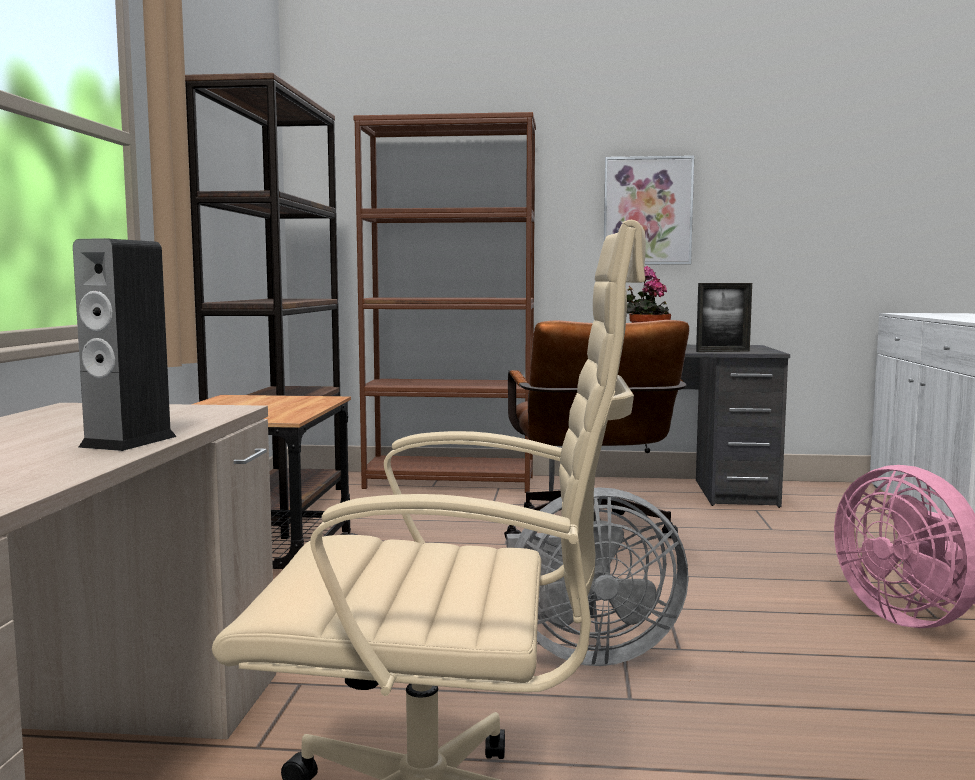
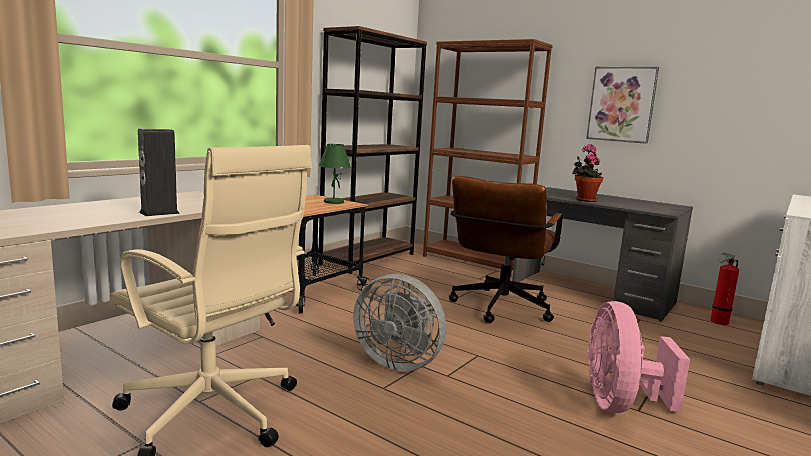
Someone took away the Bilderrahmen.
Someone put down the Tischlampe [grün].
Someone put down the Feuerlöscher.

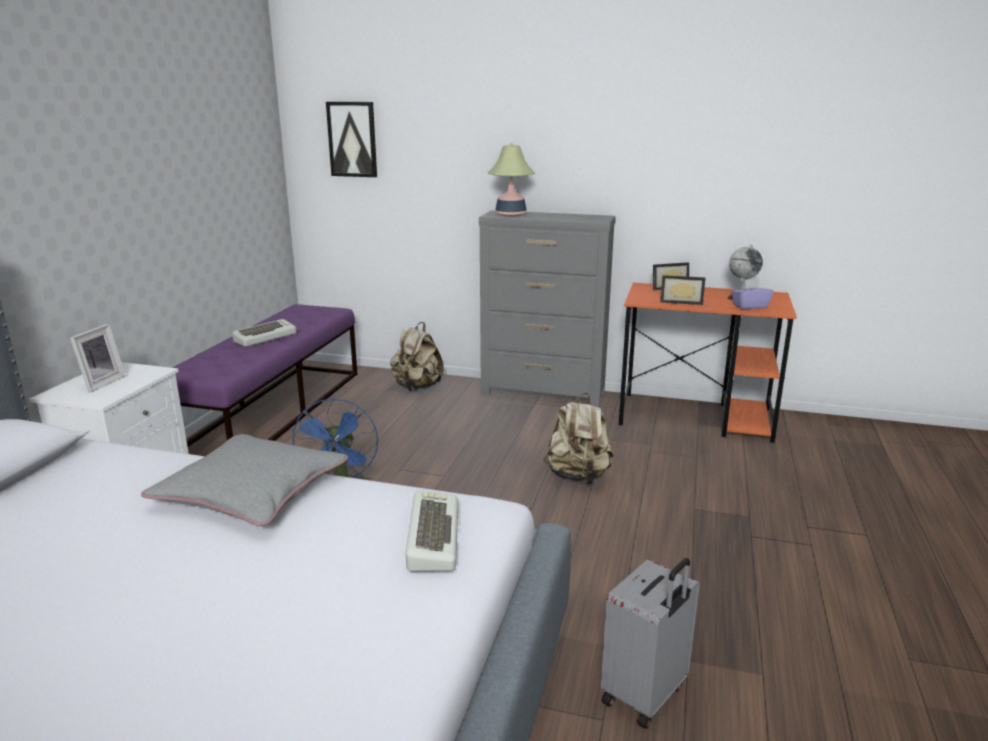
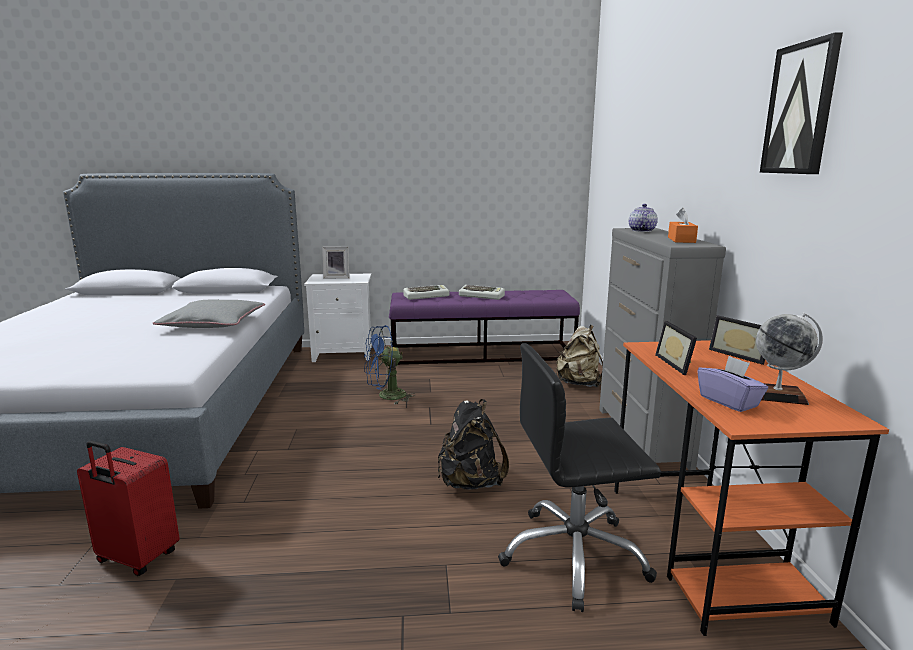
Someone put down the Bürostuhl [schwarz].
Someone put down the Taschentuchbox [orange].
Someone carried the Bild.
Someone carried the Tastatur (2nd from left in the first image).
Someone swapped the Tischlampe for the Teekanne.
Someone repainted the Rucksack [beige] (2nd from left), which became the Rucksack [schwarz].
Someone repainted the Koffer [grau], which became the Koffer [rot].

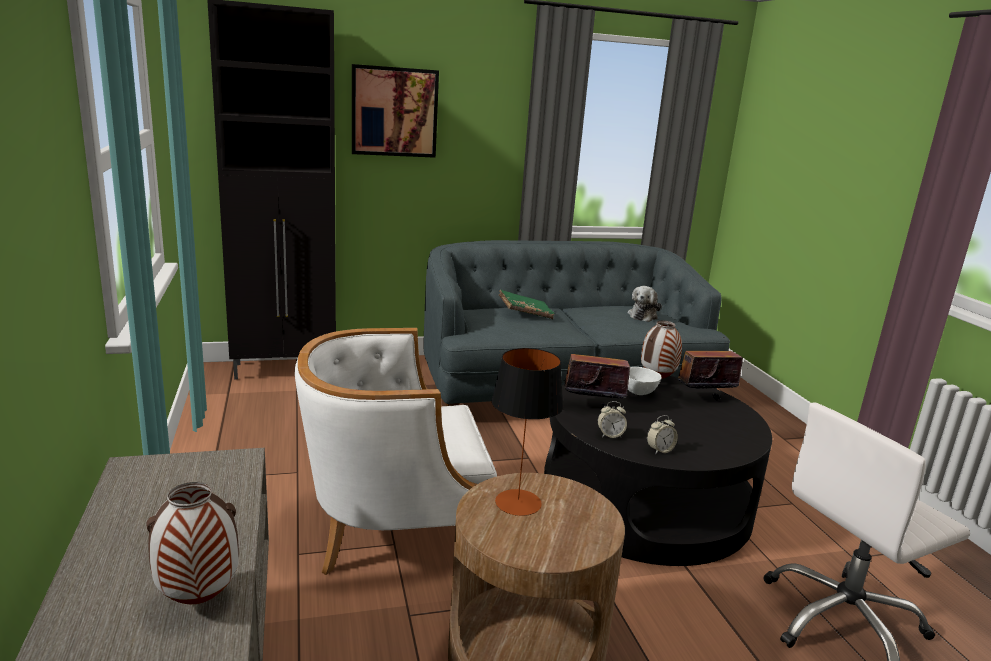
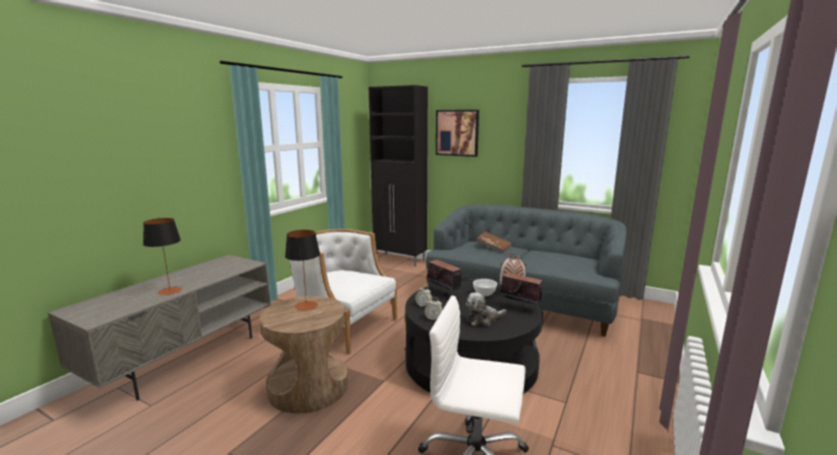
Someone carried the Plüschtier.
Someone swapped the Vase (1st from left) for the Tischlampe (1st from left).
Someone repainted the Buch [grün], which became the Buch [braun].

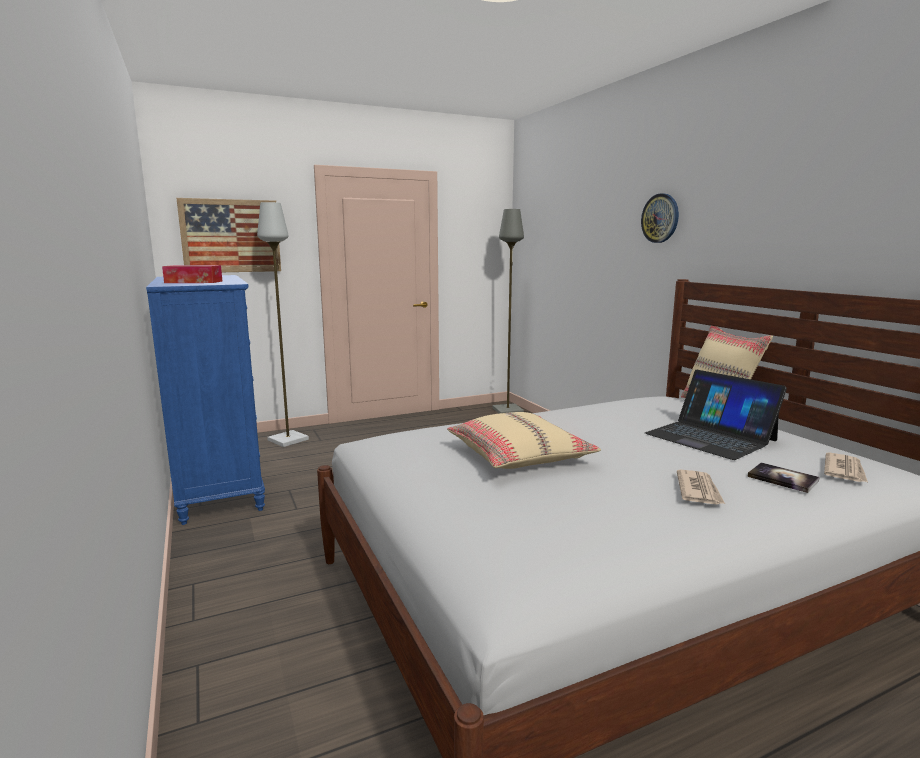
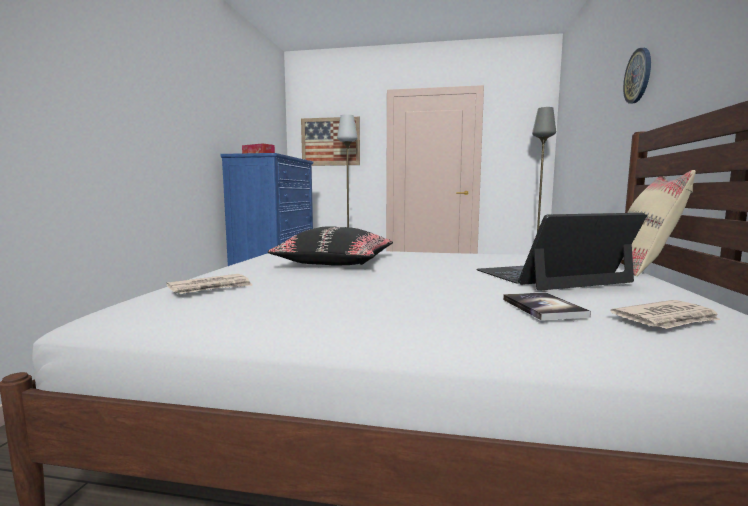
Someone carried the Zeitung (1st from left).
Someone repainted the Kissen [beige] (1st from left), which became the Kissen [schwarz].
Someone rotated the Laptop by 75 degrees clockwise.

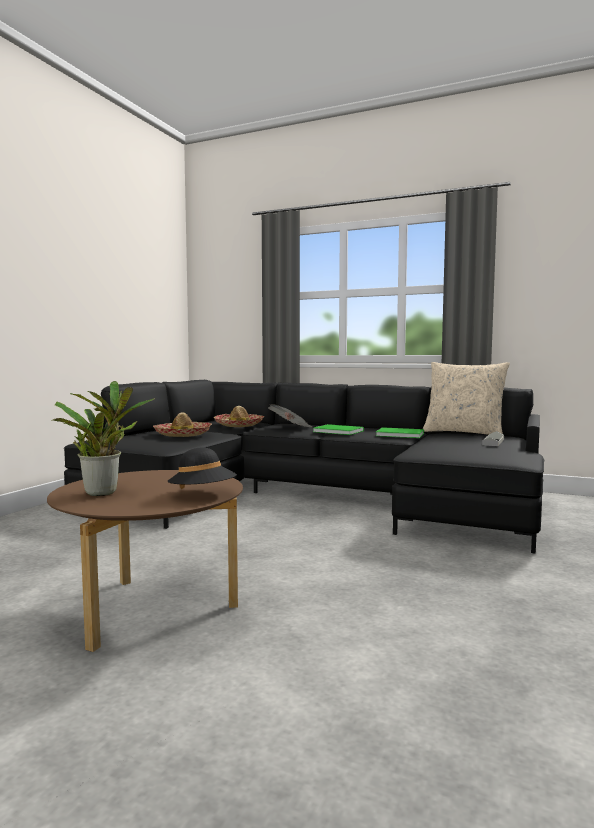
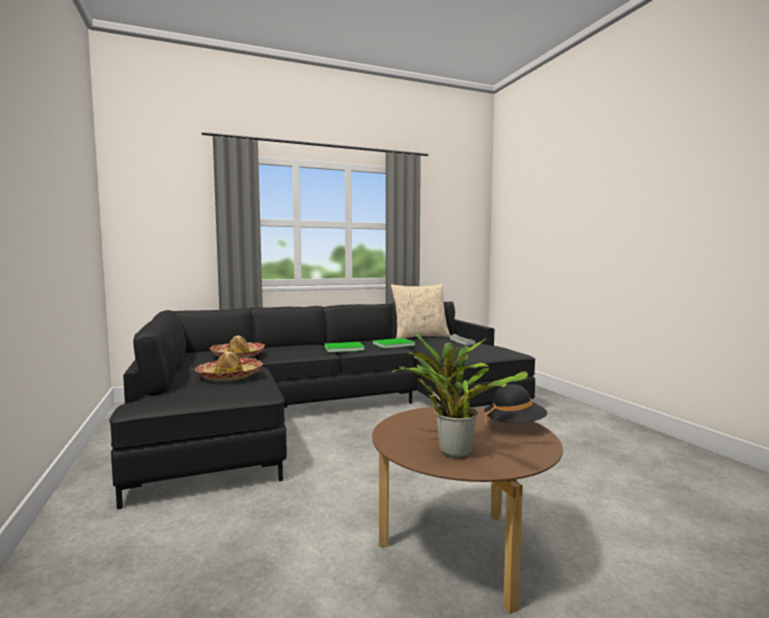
Someone took away the Zeitung.

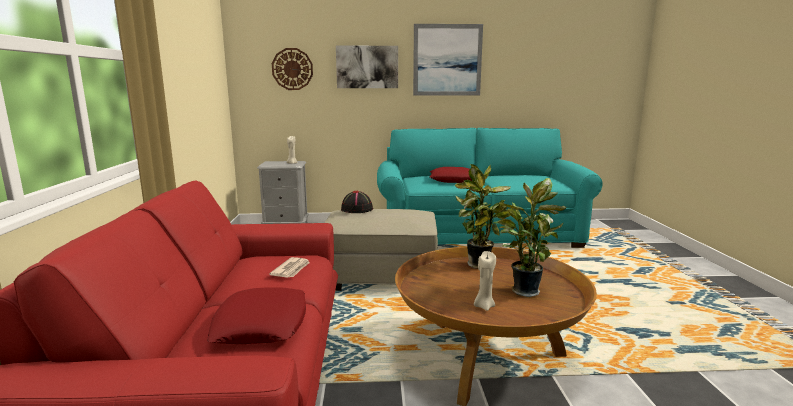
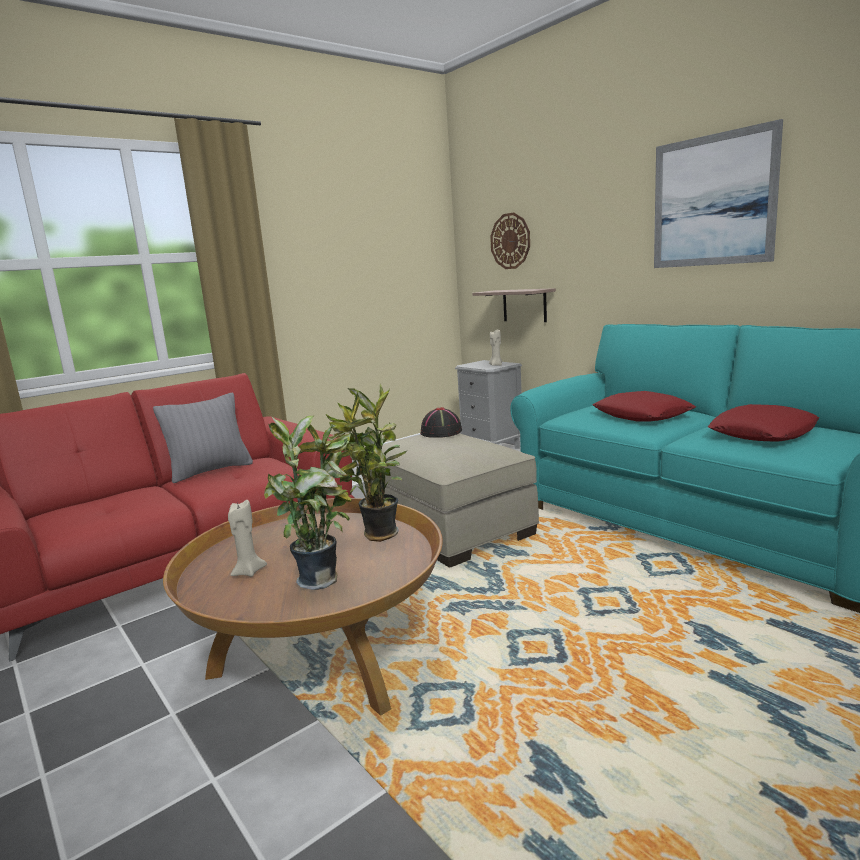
Someone took away the Zeitung.
Someone took away the Bild (1st from left).
Someone put down the Kissen [grau].
Someone put up the Wandregal.
Someone carried the Kissen [rot] (1st from left in the first image).

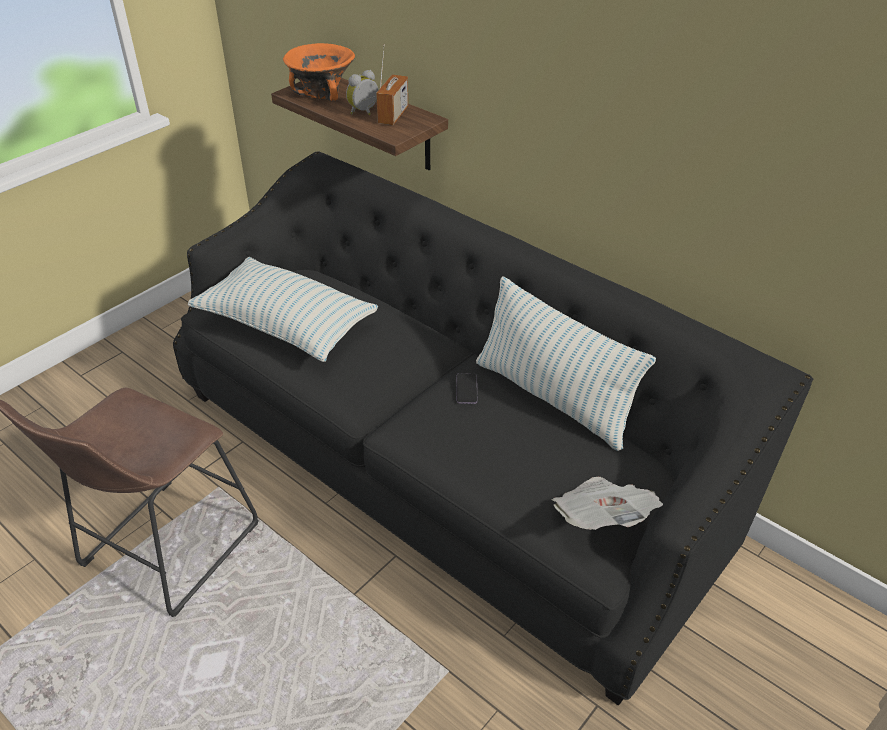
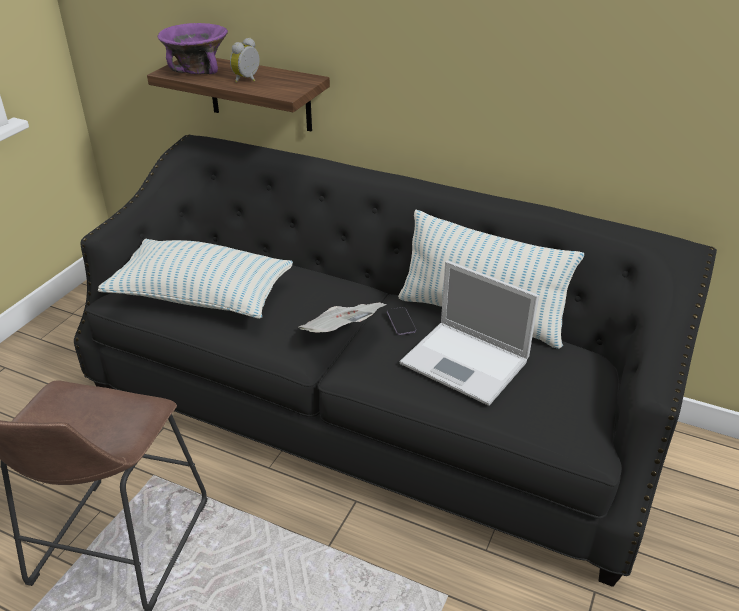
Someone took away the Radio.
Someone put down the Laptop.
Someone carried the Zeitung.
Someone repainted the Schüssel [orange], which became the Schüssel [lila].

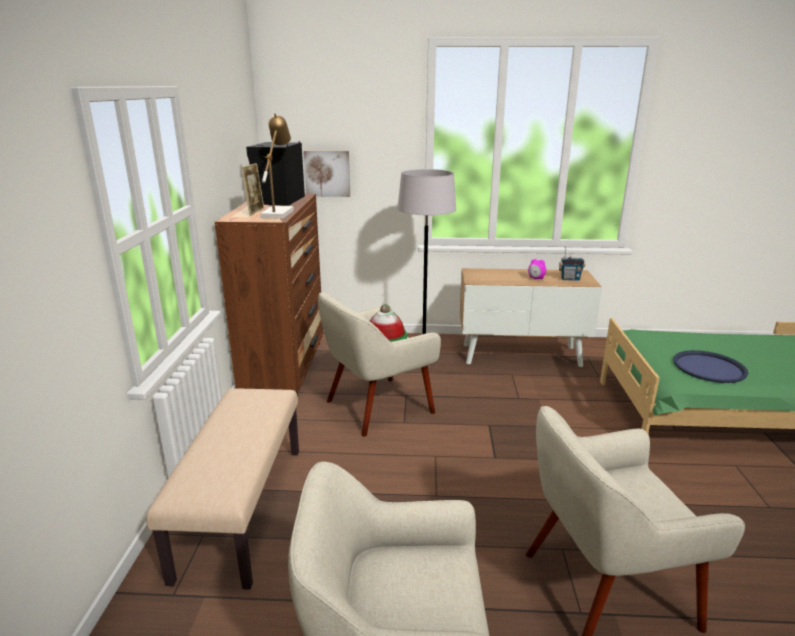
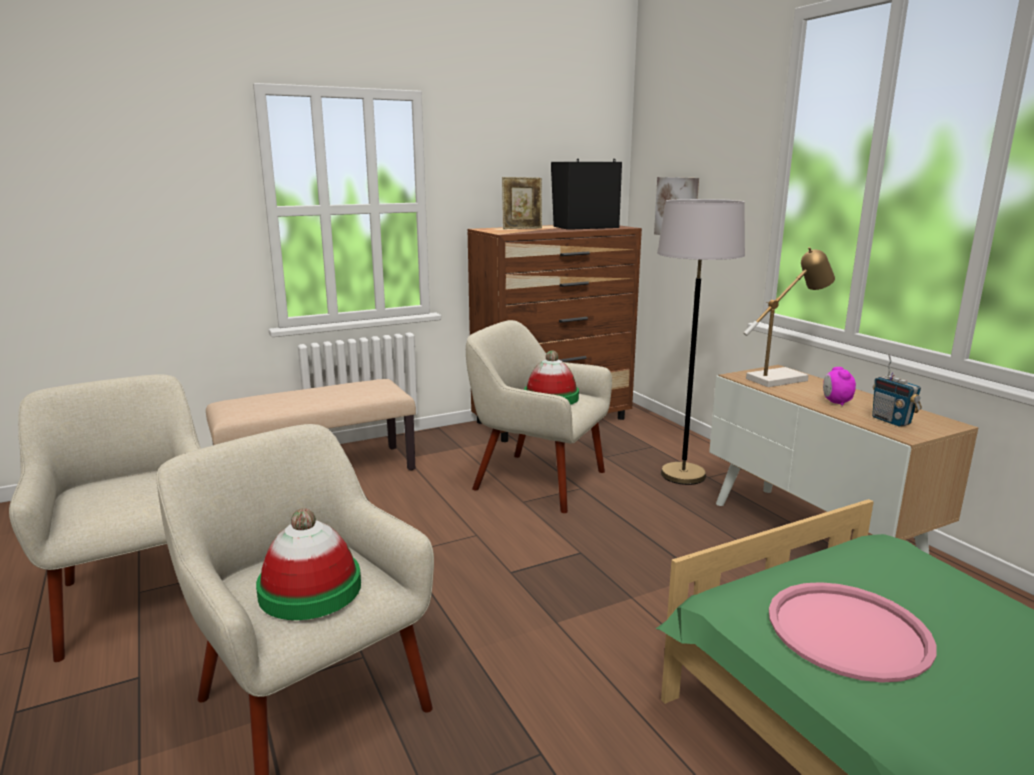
Someone put down the Hut (1st from left).
Someone carried the Tischlampe.
Someone repainted the Tablett [blau], which became the Tablett [rosa].

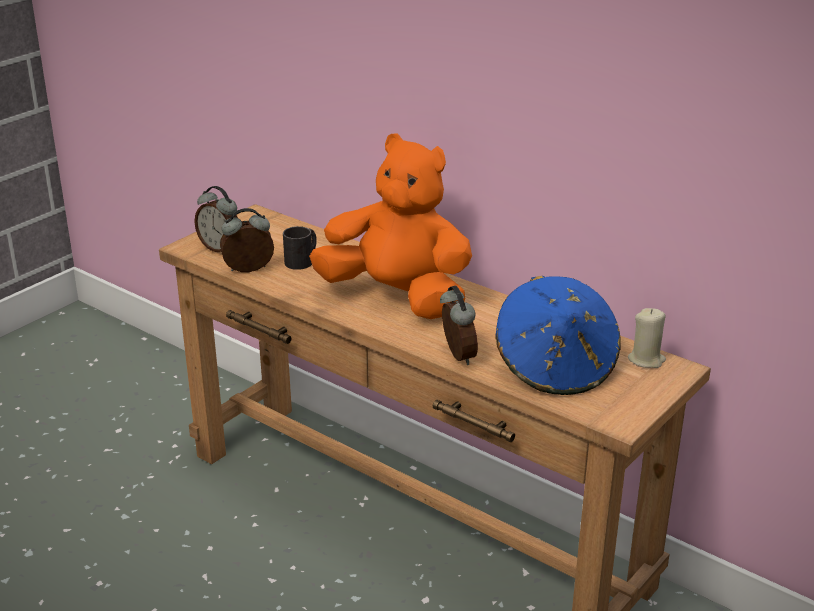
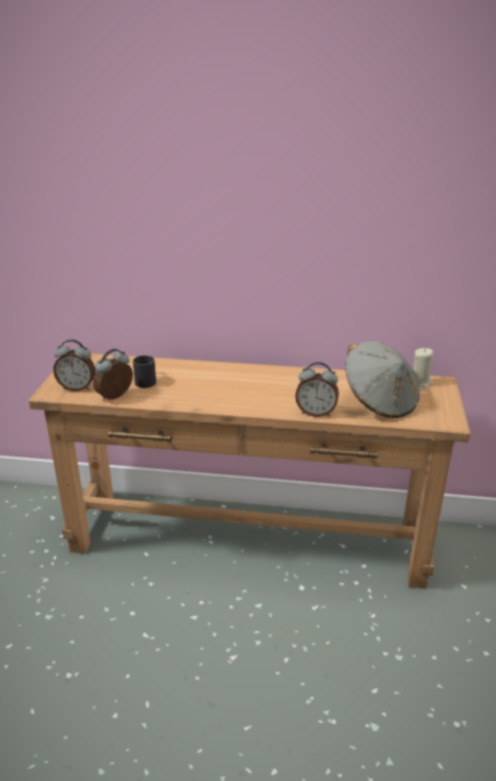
Someone took away the Plüschtier [orange].
Someone repainted the Hut [blau], which became the Hut [grau].
Someone rotated the Wecker (3rd from left) by 150 degrees clockwise.

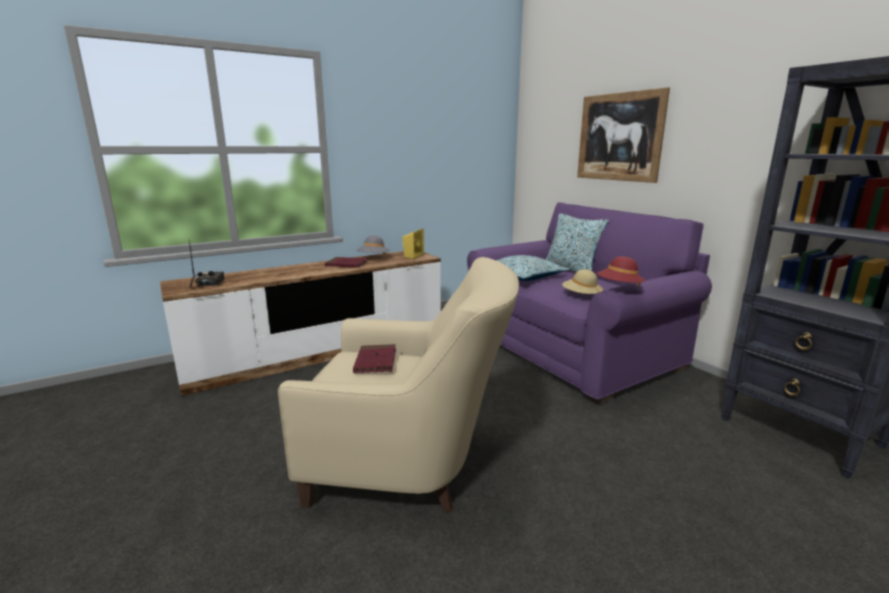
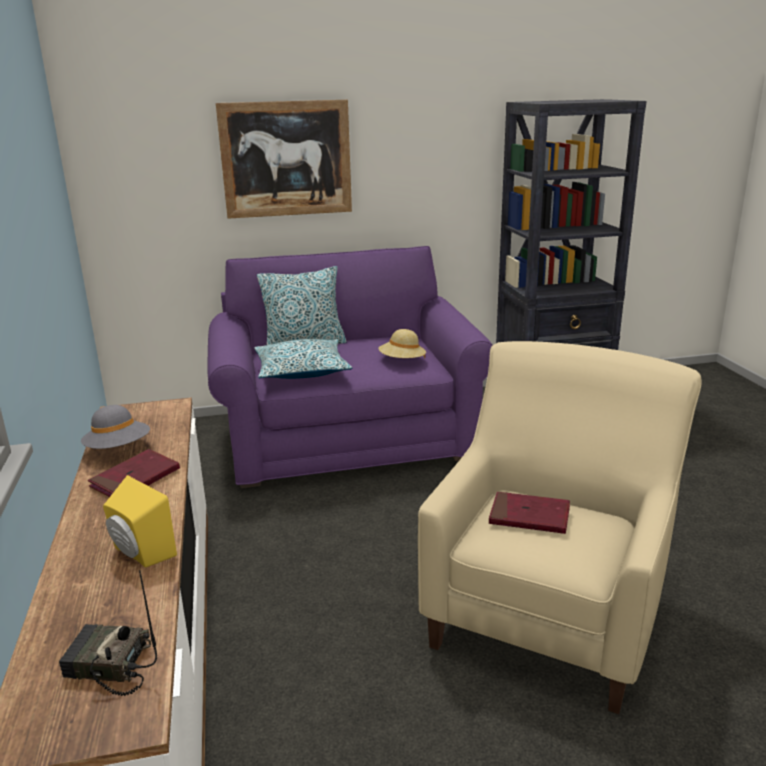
Someone took away the Hut [rot].
Someone carried the Lautsprecher [gelb].

